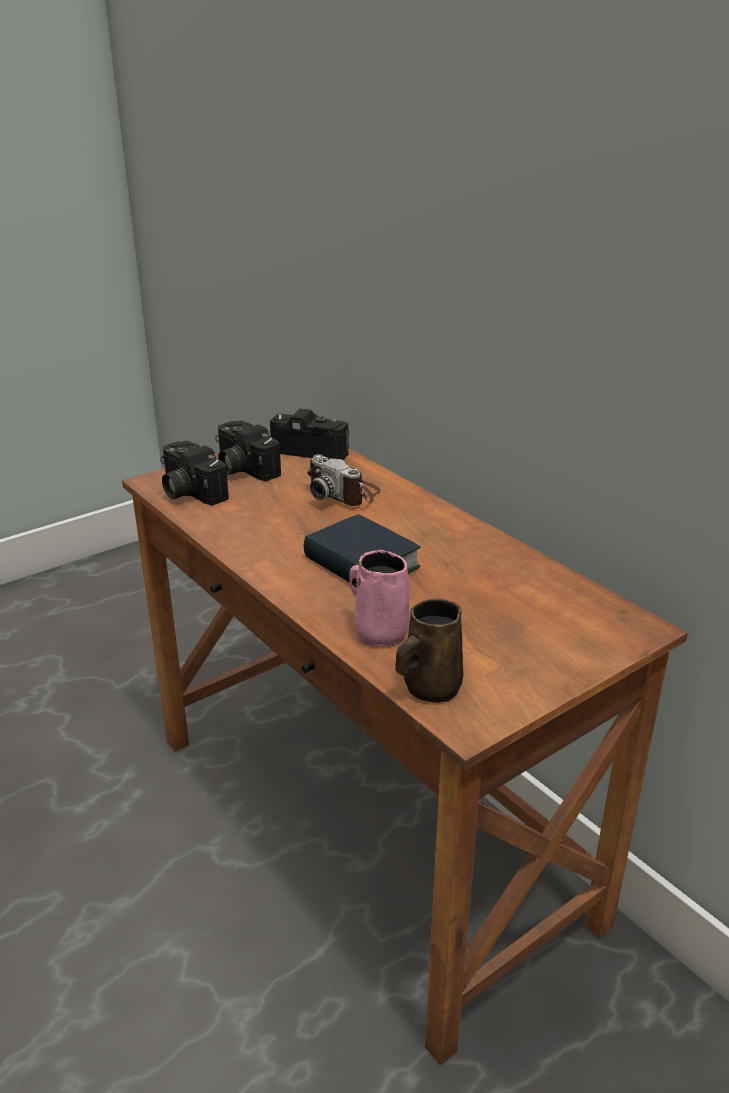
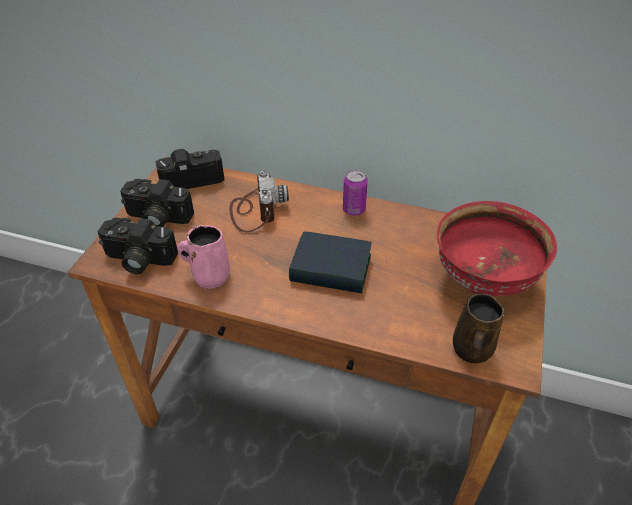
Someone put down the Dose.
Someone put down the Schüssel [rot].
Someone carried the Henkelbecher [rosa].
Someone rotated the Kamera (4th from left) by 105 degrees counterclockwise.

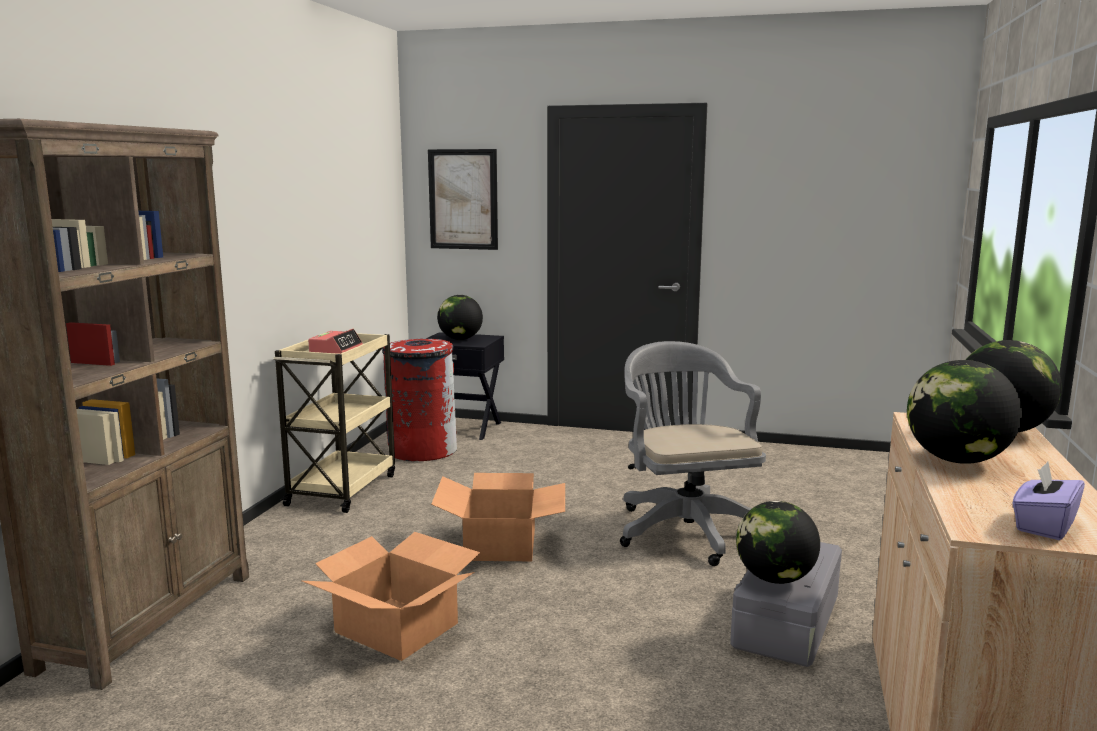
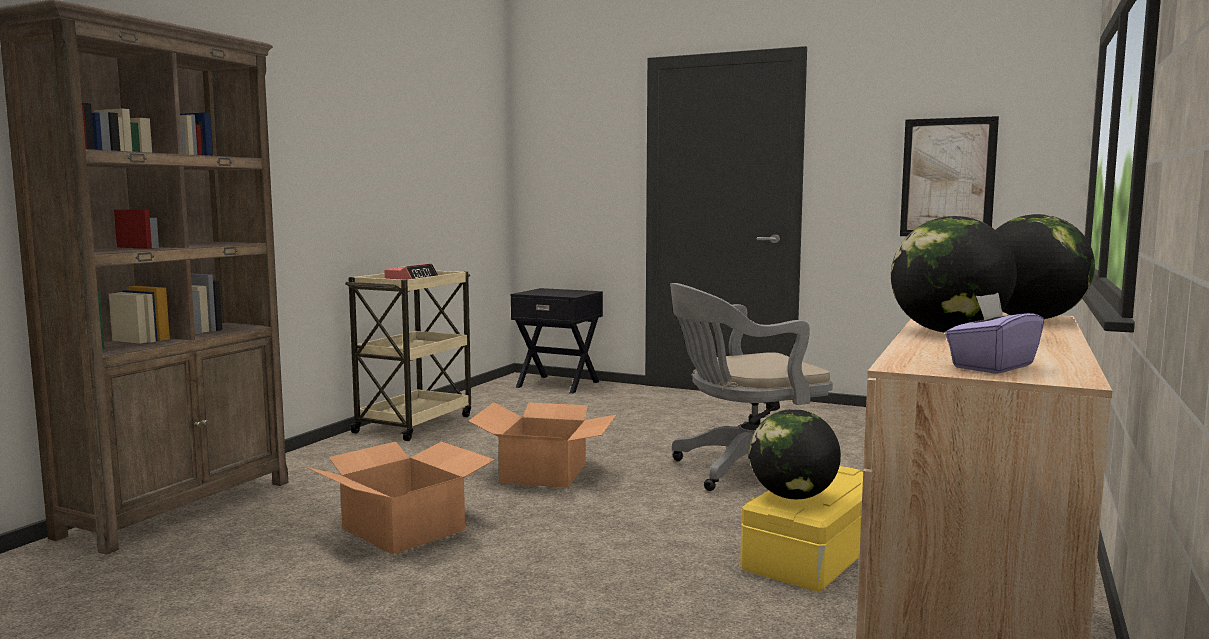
Someone took away the Mülleimer [rot].
Someone took away the Globus (1st from left).
Someone carried the Bild.
Someone repainted the Aufbewahrungsbox [grau], which became the Aufbewahrungsbox [gelb].
Someone rotated the Bürostuhl [grau] by 105 degrees counterclockwise.

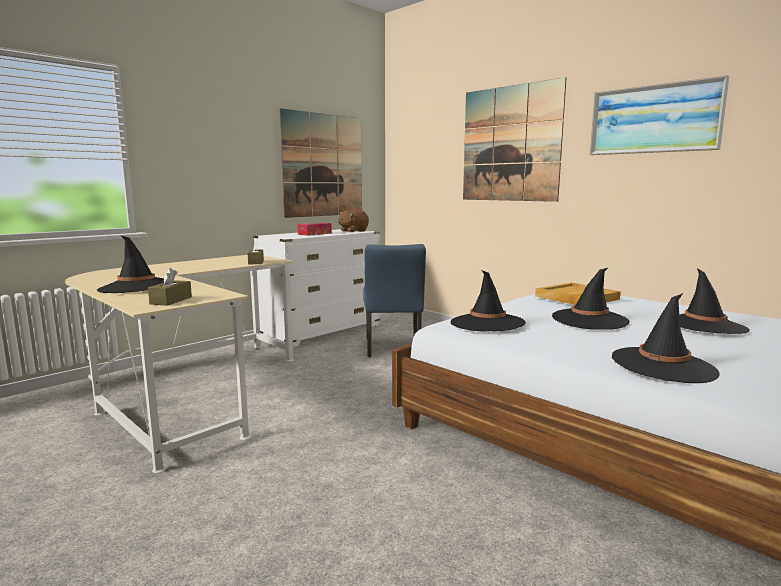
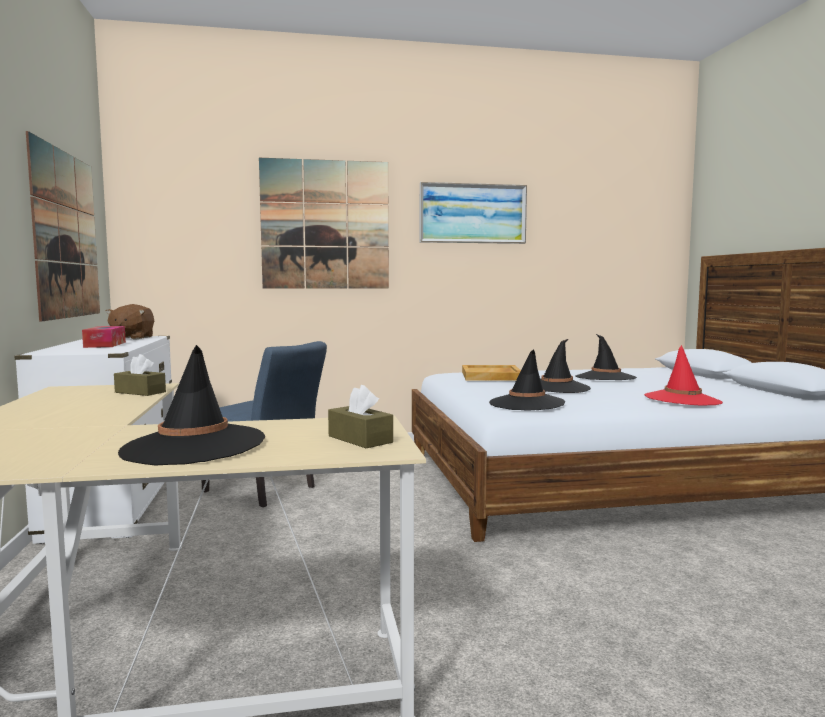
Someone repainted the Hut [schwarz] (4th from left), which became the Hut [rot].

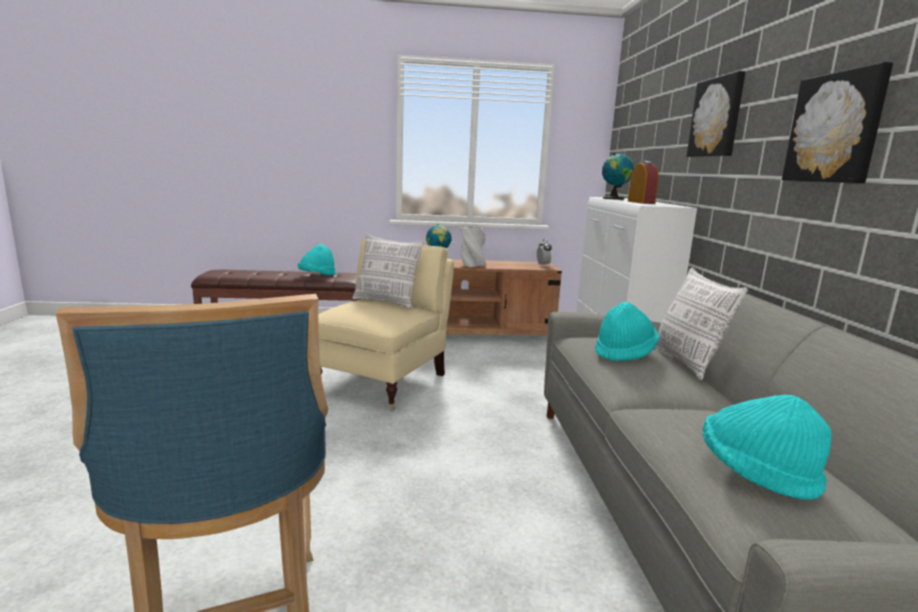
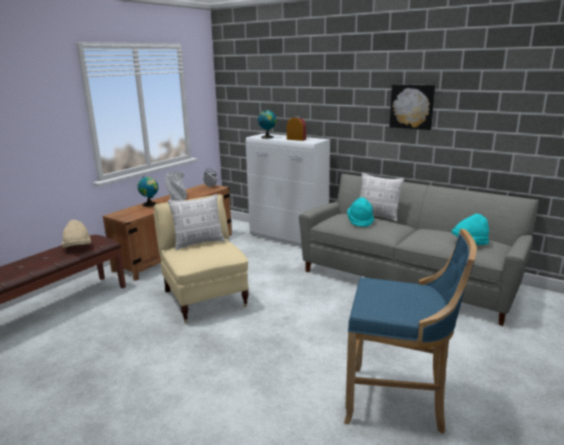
Someone took away the Bild (1st from left).
Someone repainted the Hut [türkis] (1st from left), which became the Hut [beige].

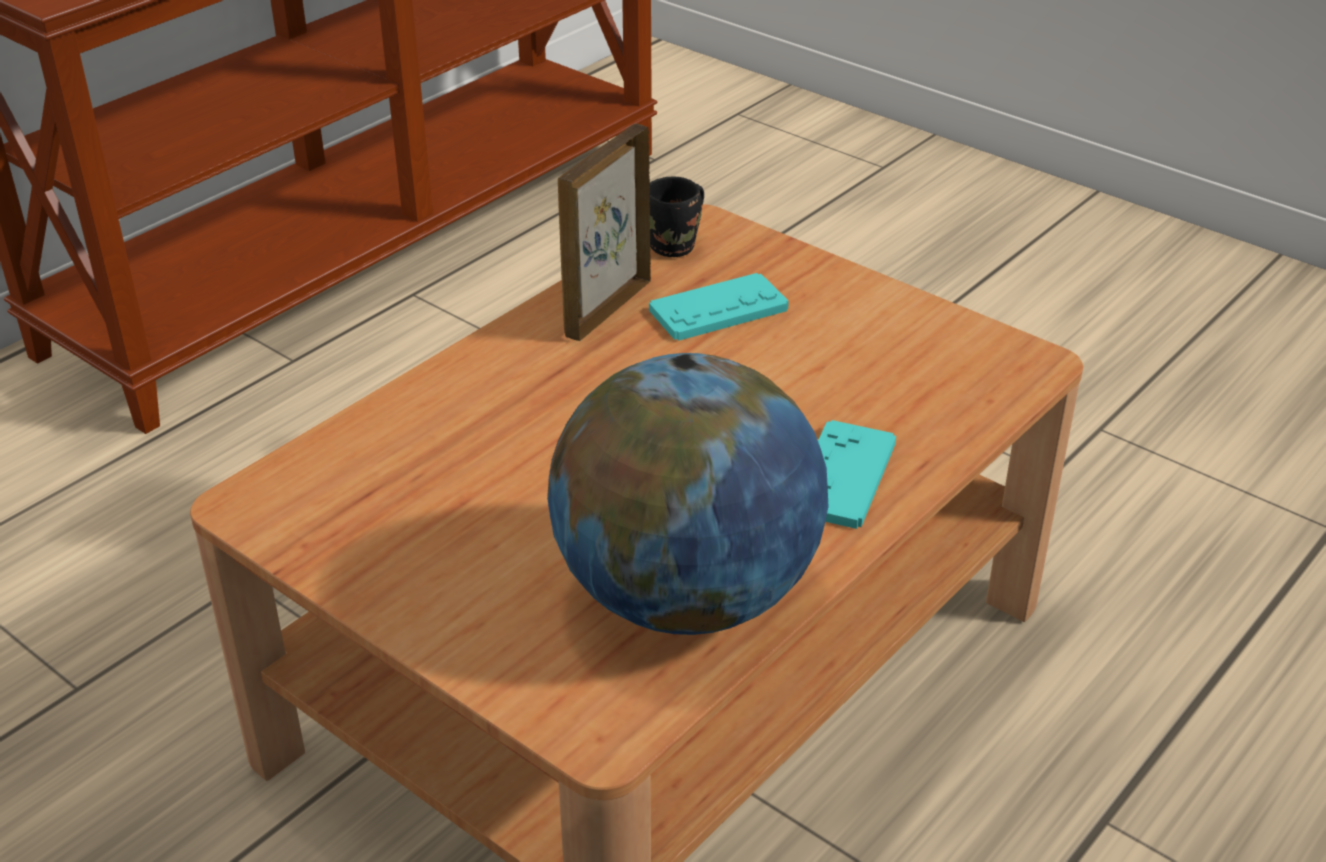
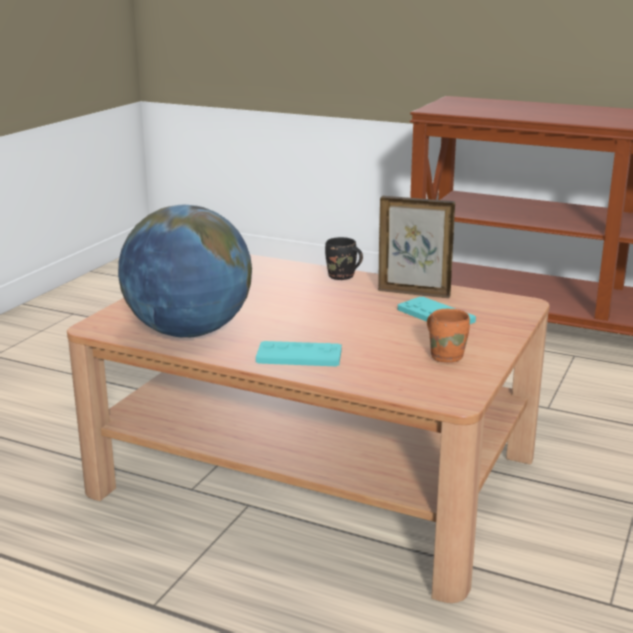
Someone put down the Henkelbecher [orange].
Someone carried the Henkelbecher [schwarz].

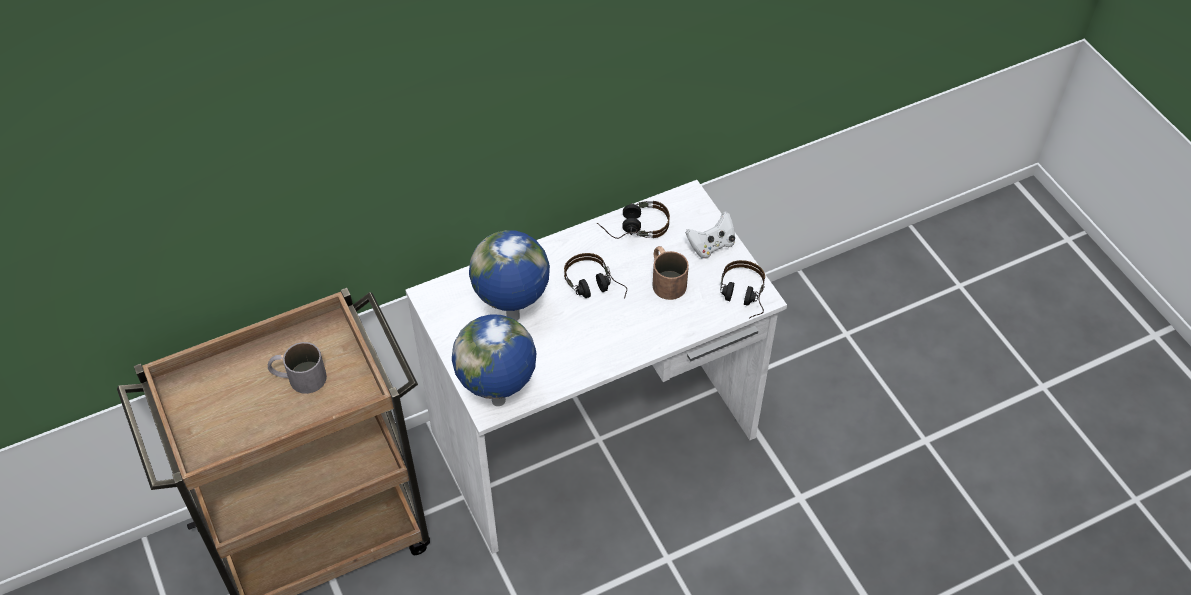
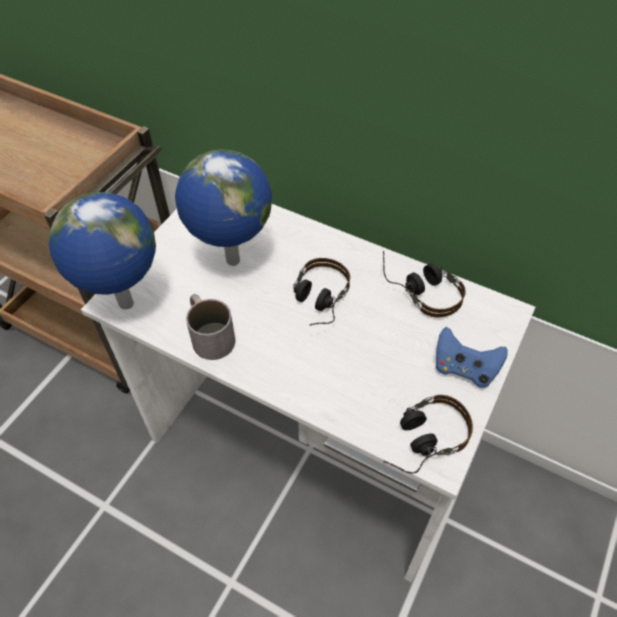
Someone took away the Henkelbecher [braun].
Someone carried the Henkelbecher [grau].
Someone repainted the Gamepad [weiß], which became the Gamepad [blau].

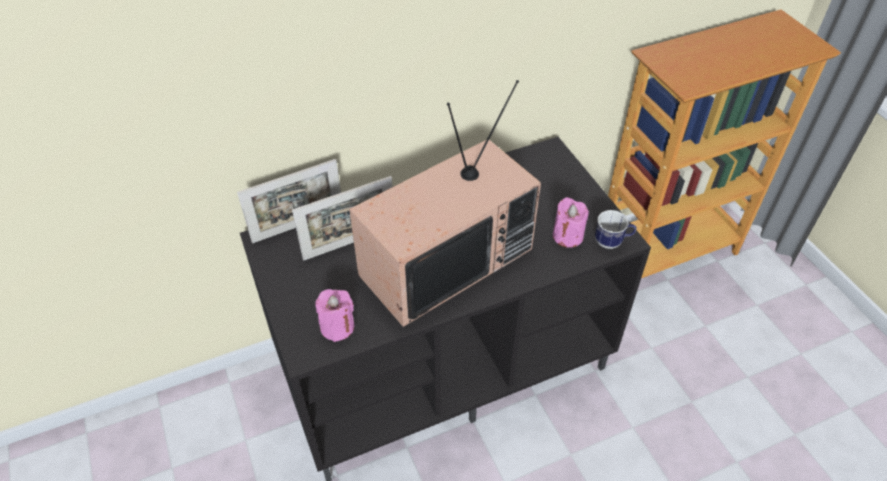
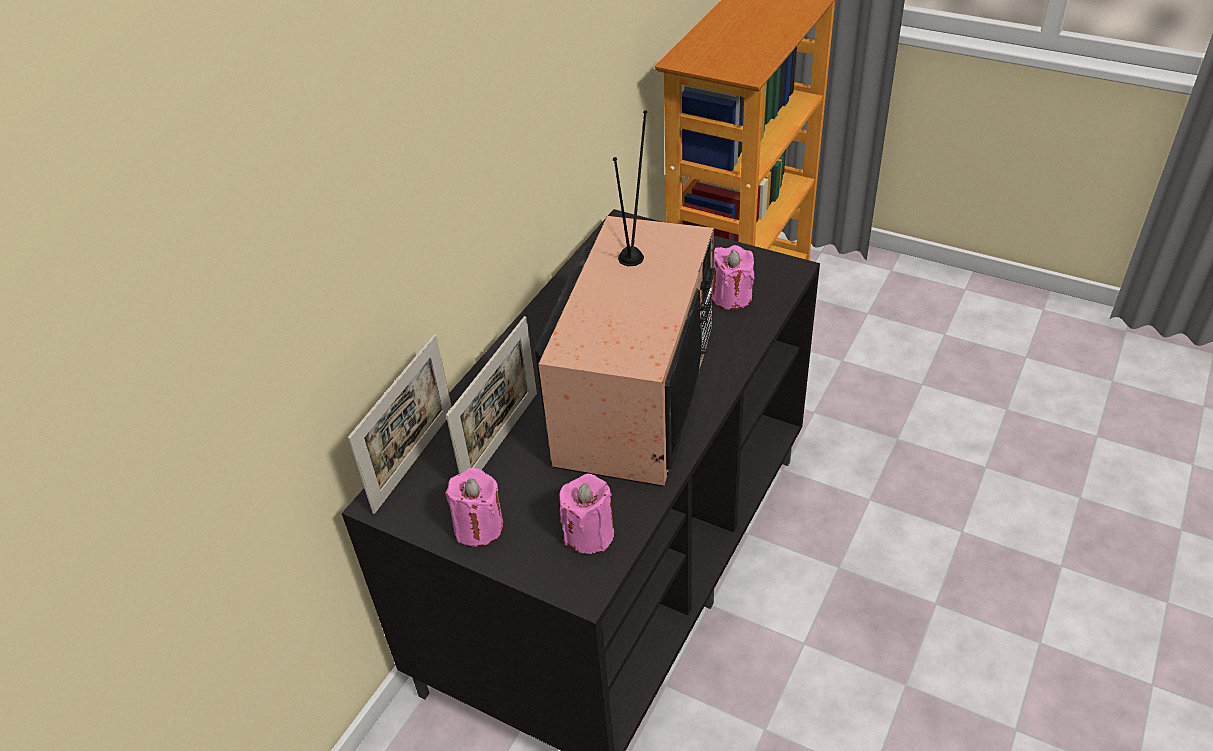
Someone took away the Henkelbecher.
Someone put down the Kerze [rosa] (1st from left).

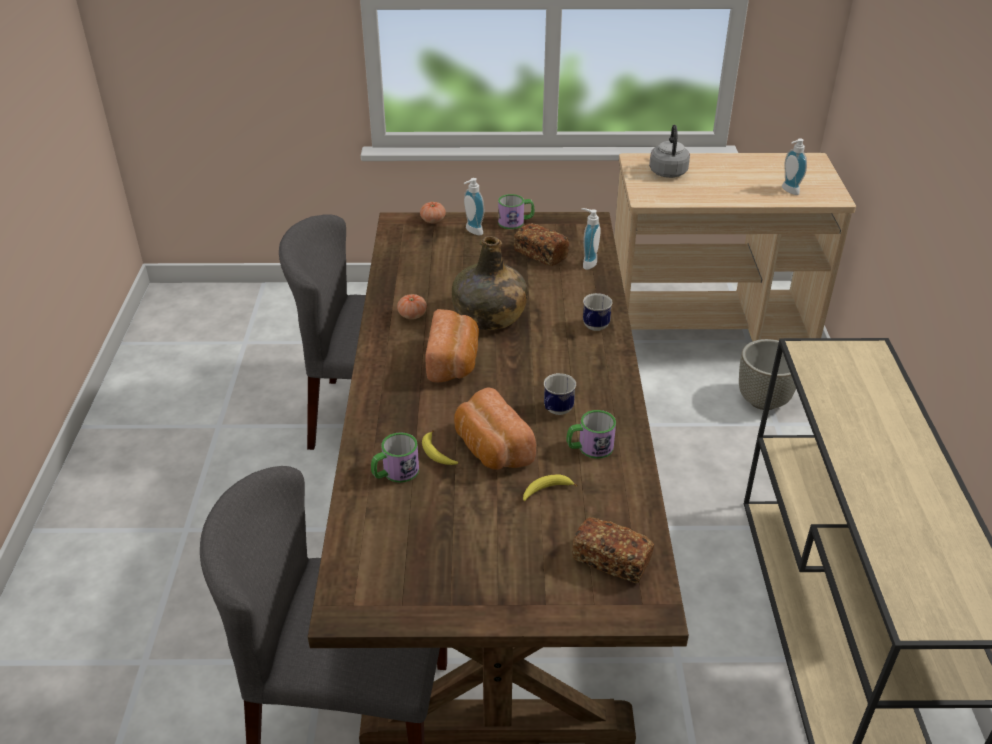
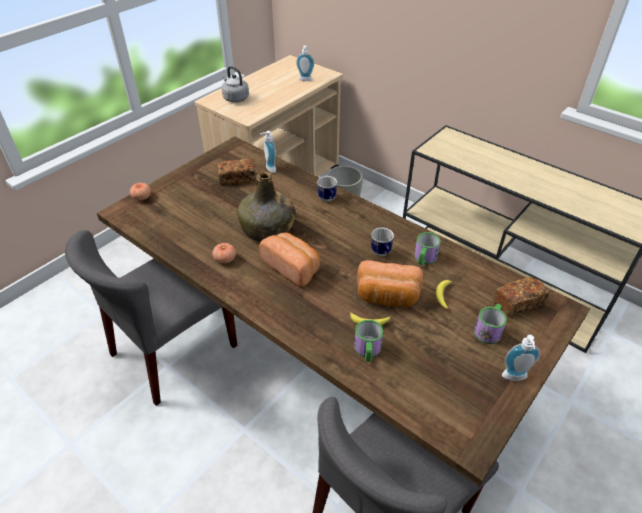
Someone carried the Seifenspender (1st from left in the first image).
Someone carried the Henkelbecher (2nd from left in the first image).

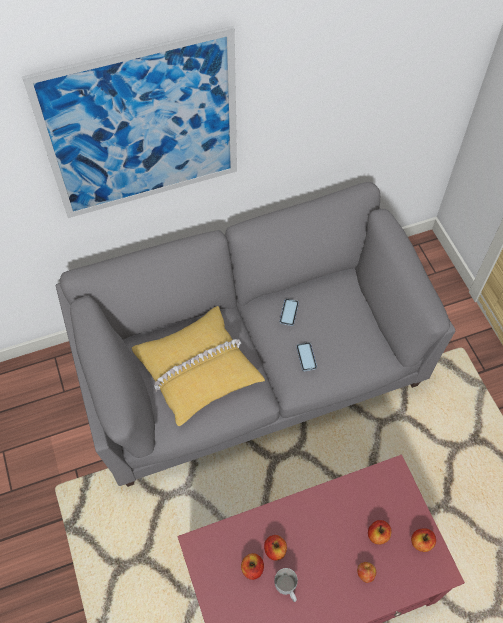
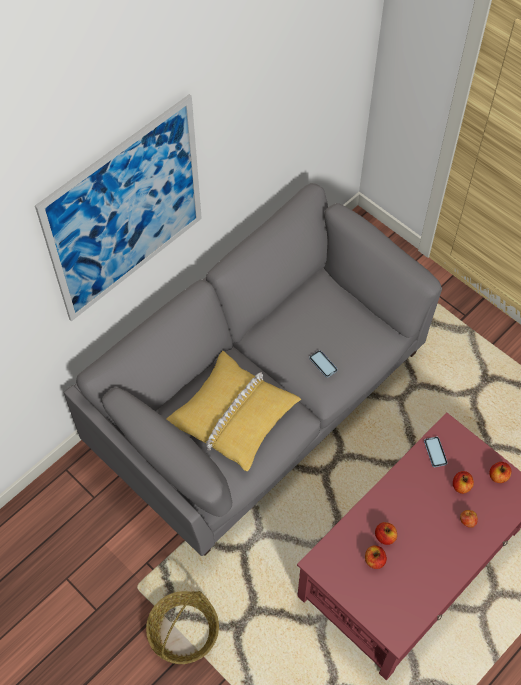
Someone took away the Henkelbecher [weiß].
Someone put down the Korb.
Someone carried the Handy (1st from left in the first image).

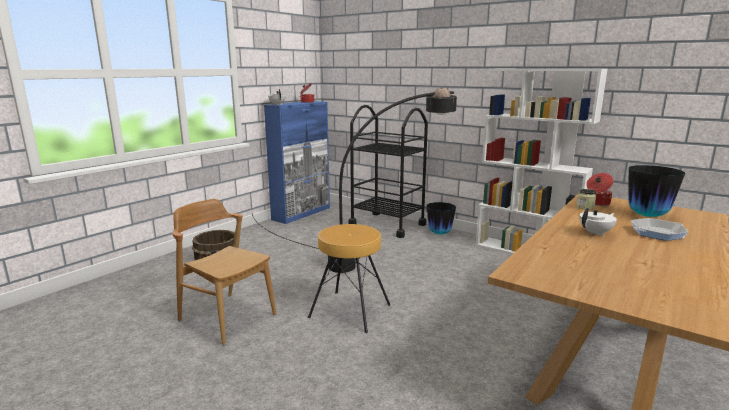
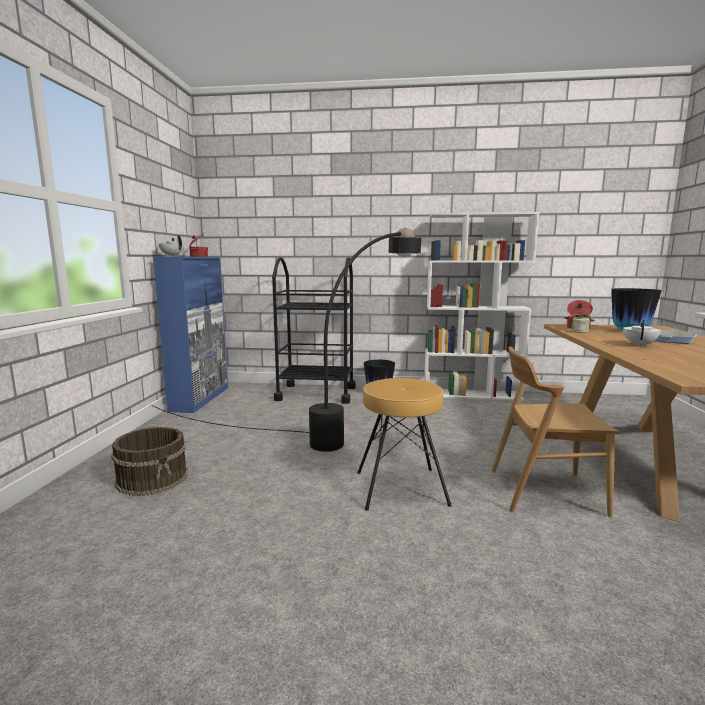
Someone carried the Stuhl [braun].

